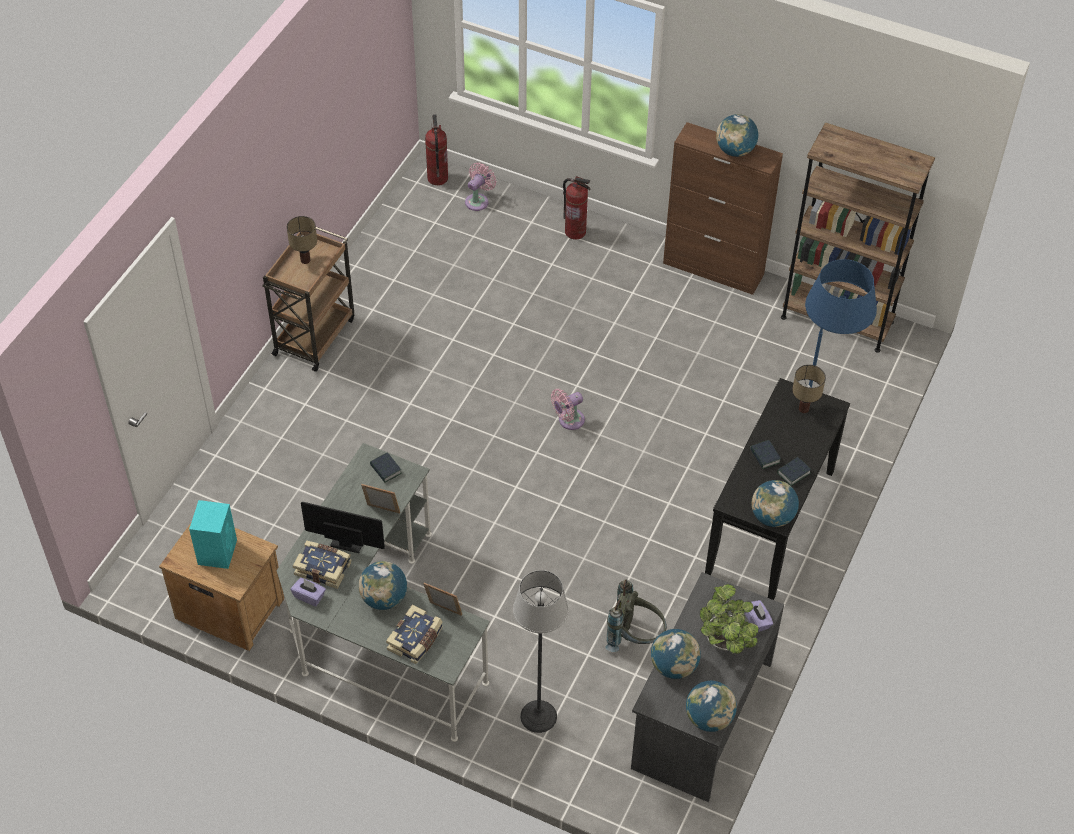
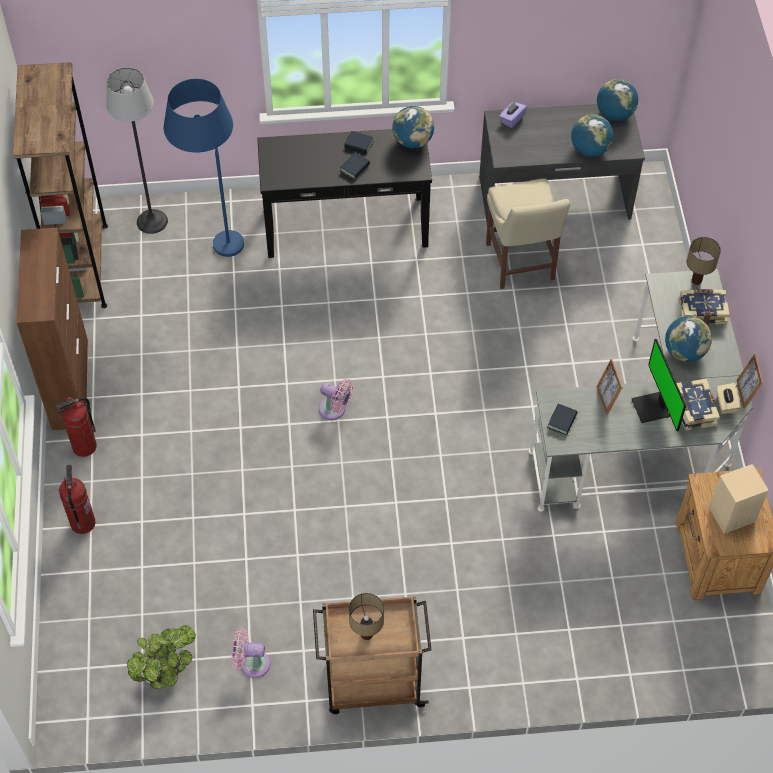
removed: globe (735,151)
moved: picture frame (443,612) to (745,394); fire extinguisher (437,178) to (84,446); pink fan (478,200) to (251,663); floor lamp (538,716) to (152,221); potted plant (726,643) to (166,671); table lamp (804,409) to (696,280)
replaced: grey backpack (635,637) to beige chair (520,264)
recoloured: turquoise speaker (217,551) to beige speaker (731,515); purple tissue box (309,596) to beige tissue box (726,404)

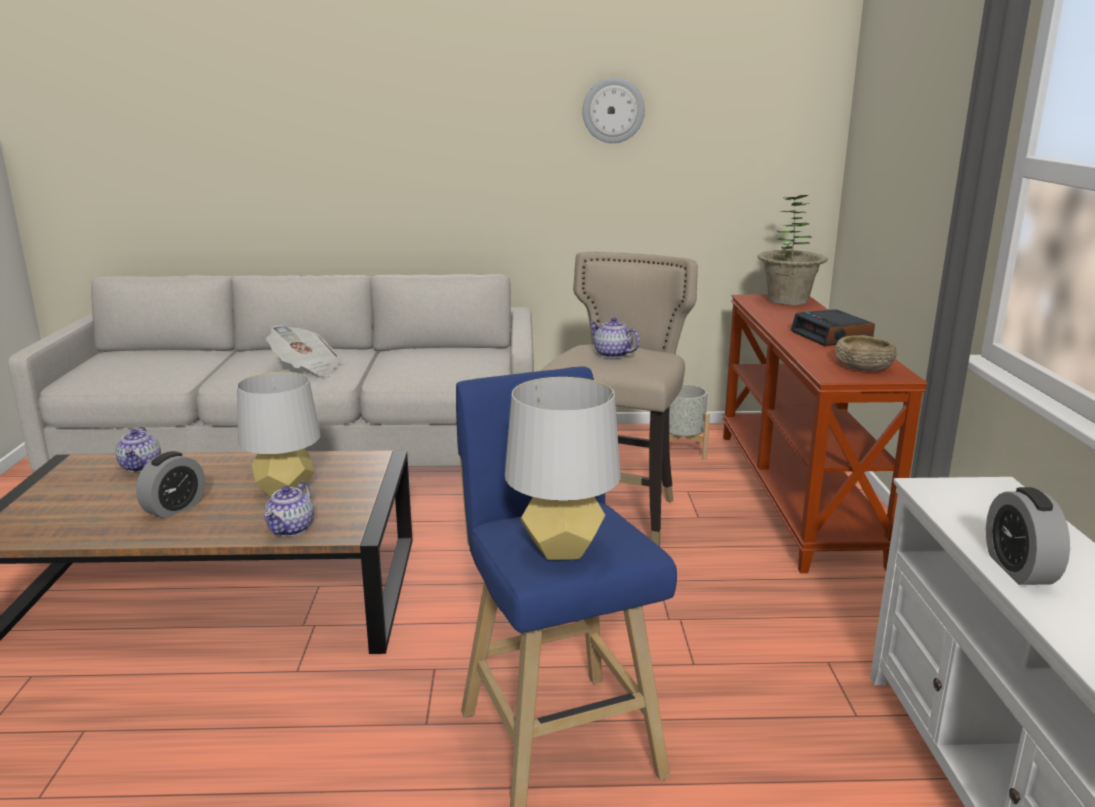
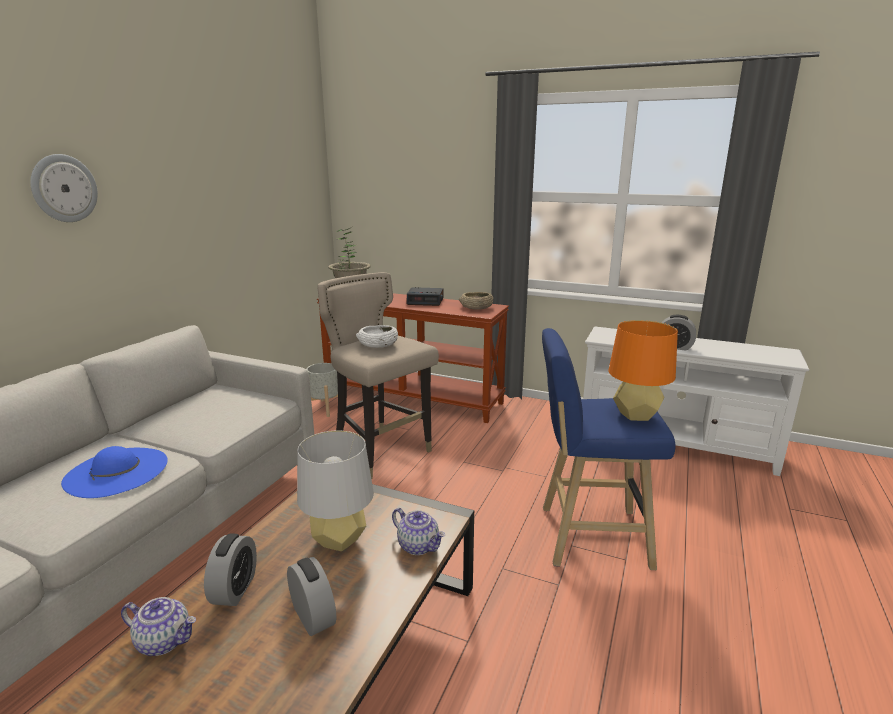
added: alarm clock (235,589)
moved: wall clock (613,110) to (64,188)
replaced: newspaper (306,369) to blue hat (116,471); teapot (612,354) to white bowl (378,344)
recoloured: grey table lamp (562,548) to orange table lamp (635,415)

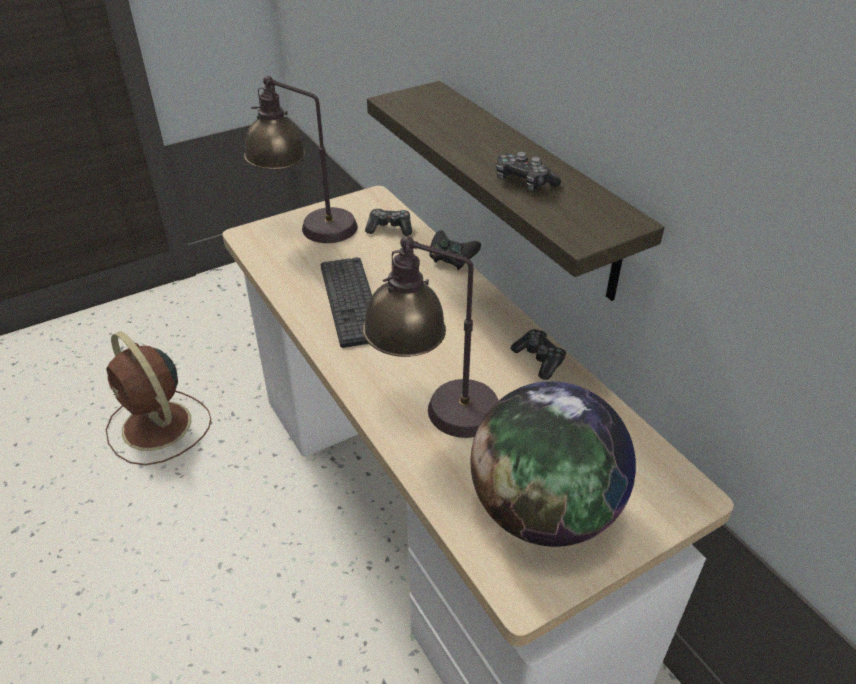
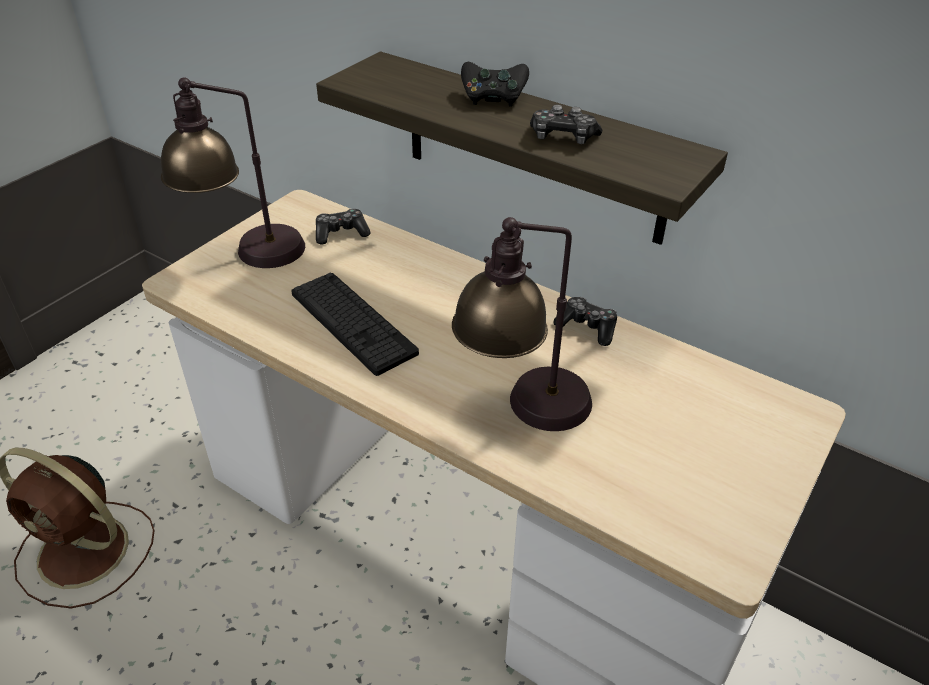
removed: globe (544,512)
moved: black game controller (452,260) to (493,98)

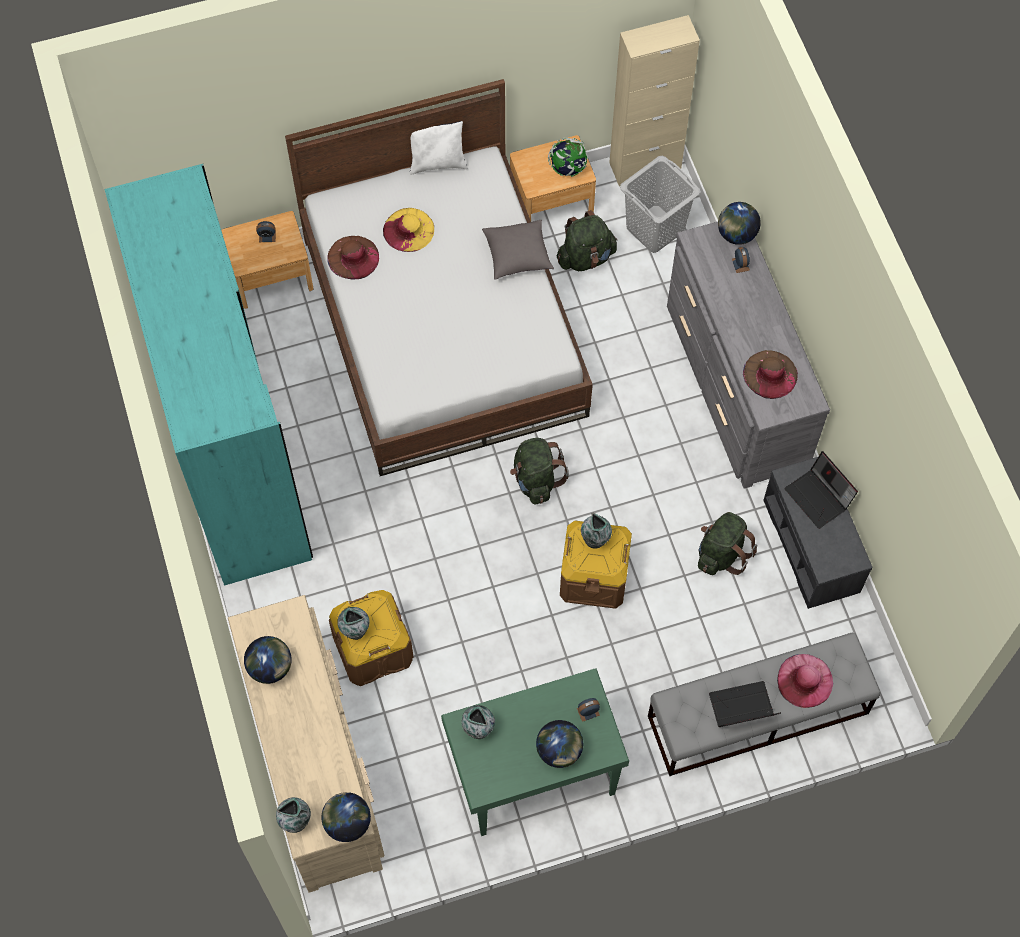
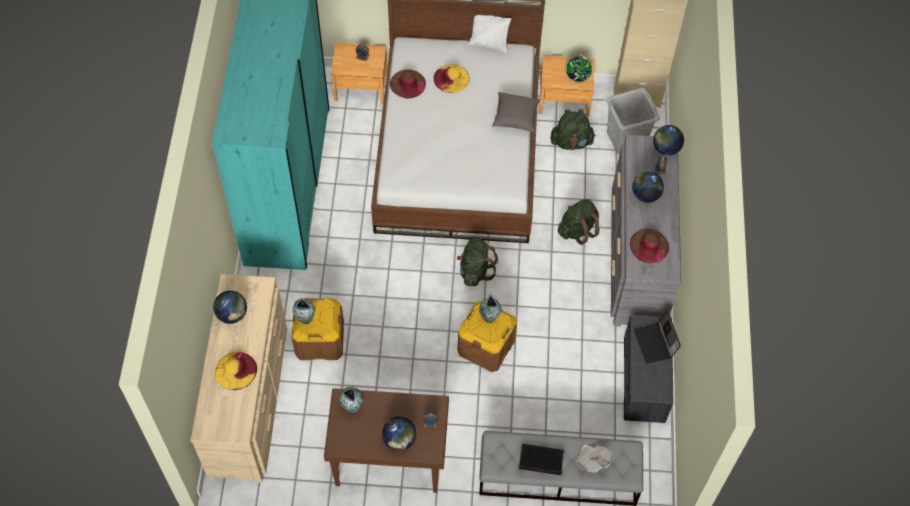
removed: vase (296,821)
added: yellow hat (236,370)
moved: globe (347,823) to (645,195); green backpack (721,553) to (577,230)
replaced: pink hat (805,680) to newspaper (592,460)
recoloured: green desk (532,771) to brown desk (388,457)

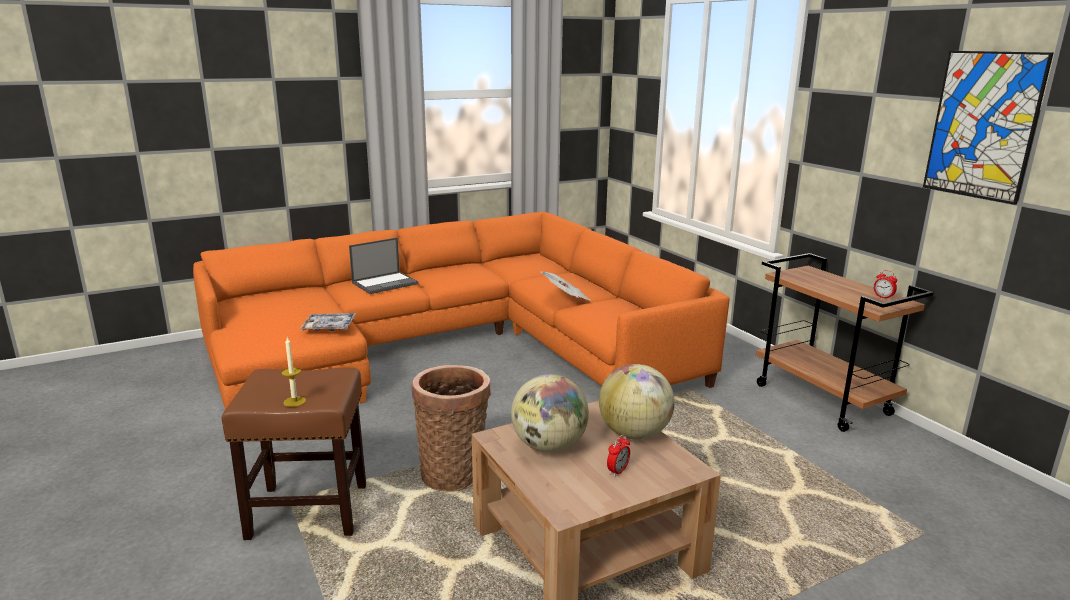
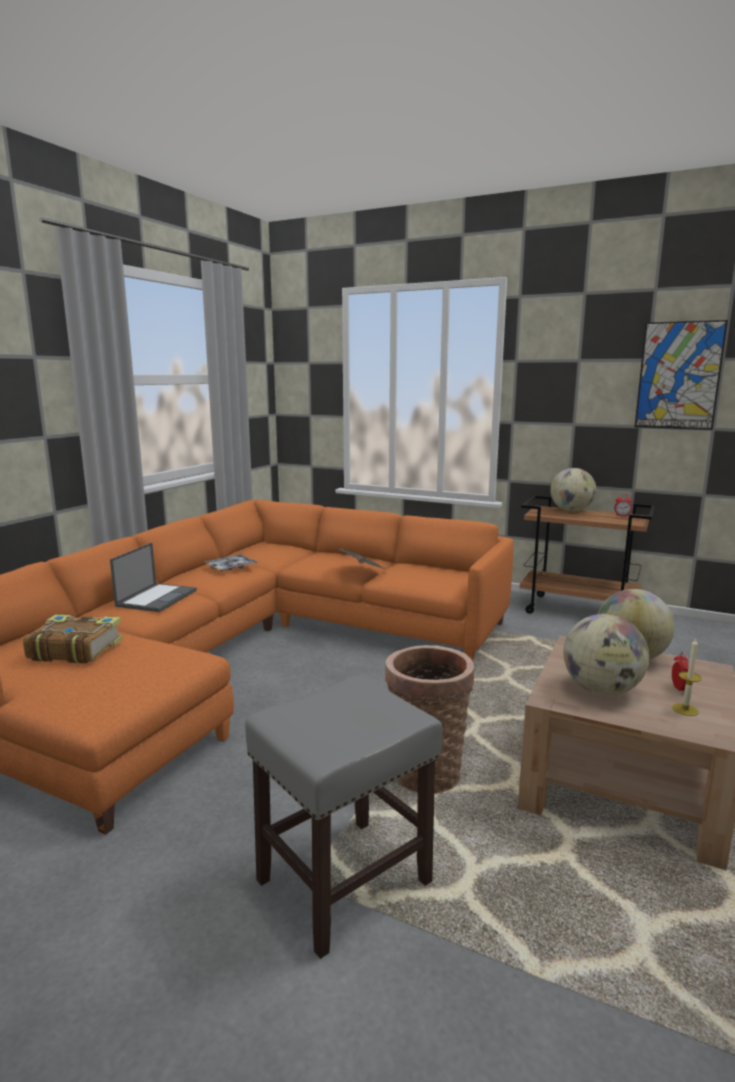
added: book (75,650); globe (571,511)
moved: candle (294,401) to (685,709); tray (329,327) to (231,567)
recoloured: brown stool (310,511) to grey stool (345,880)

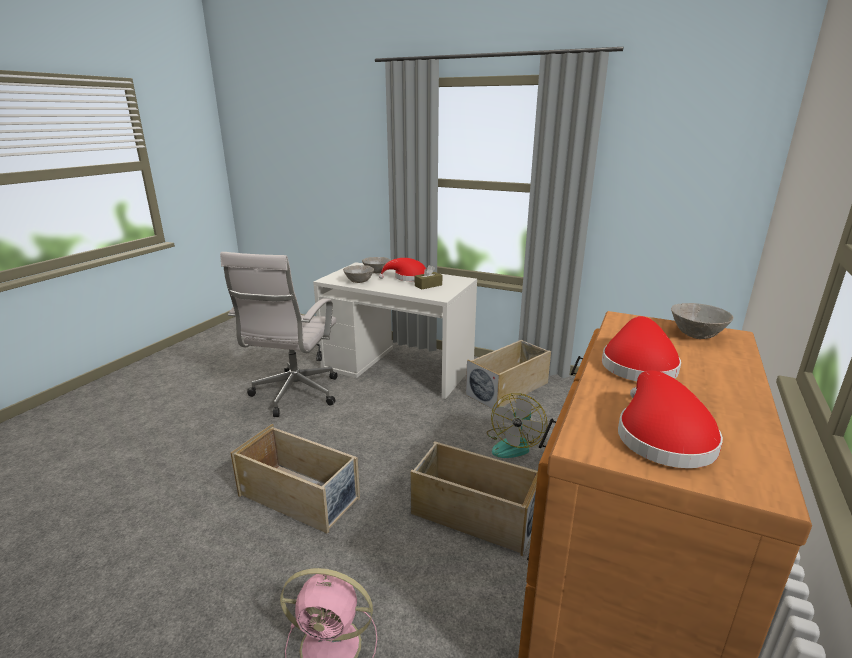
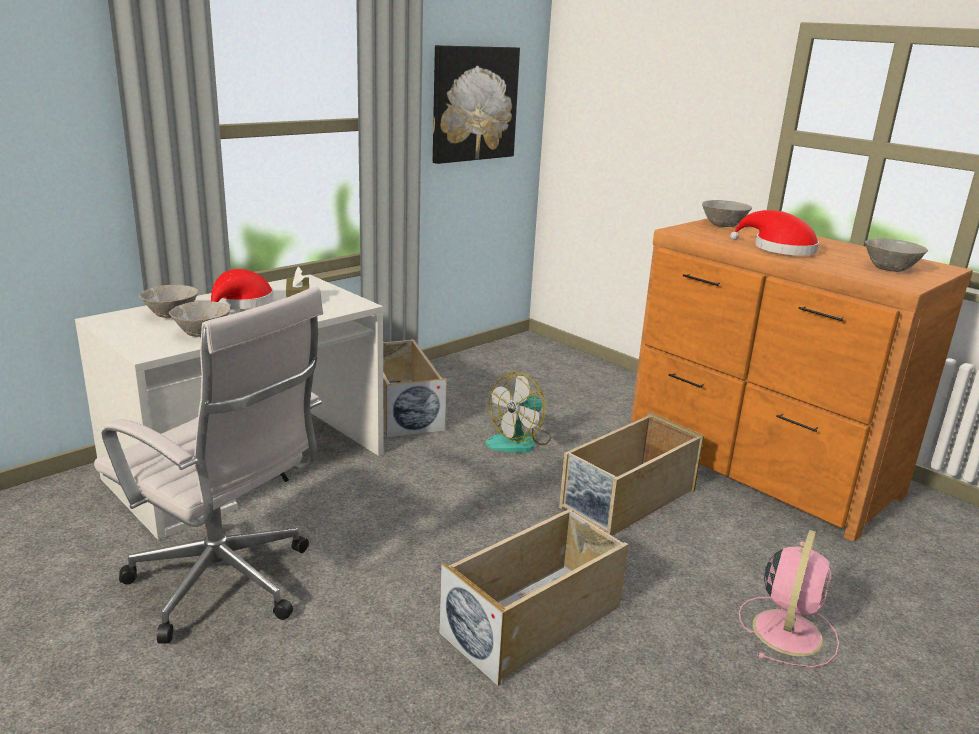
added: picture (474,104)
replaced: red hat (661,436) to grey bowl (890,269)
turned: fan (513,444) = (519,441) 90 degrees clockwise

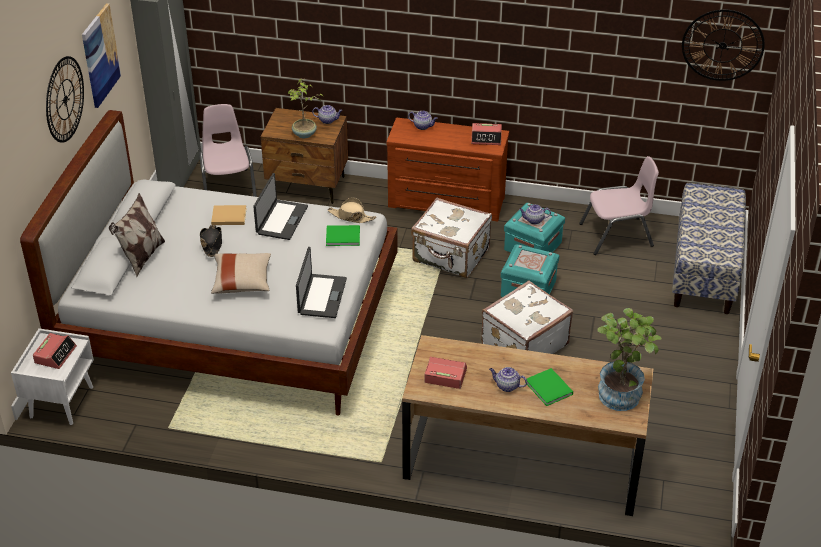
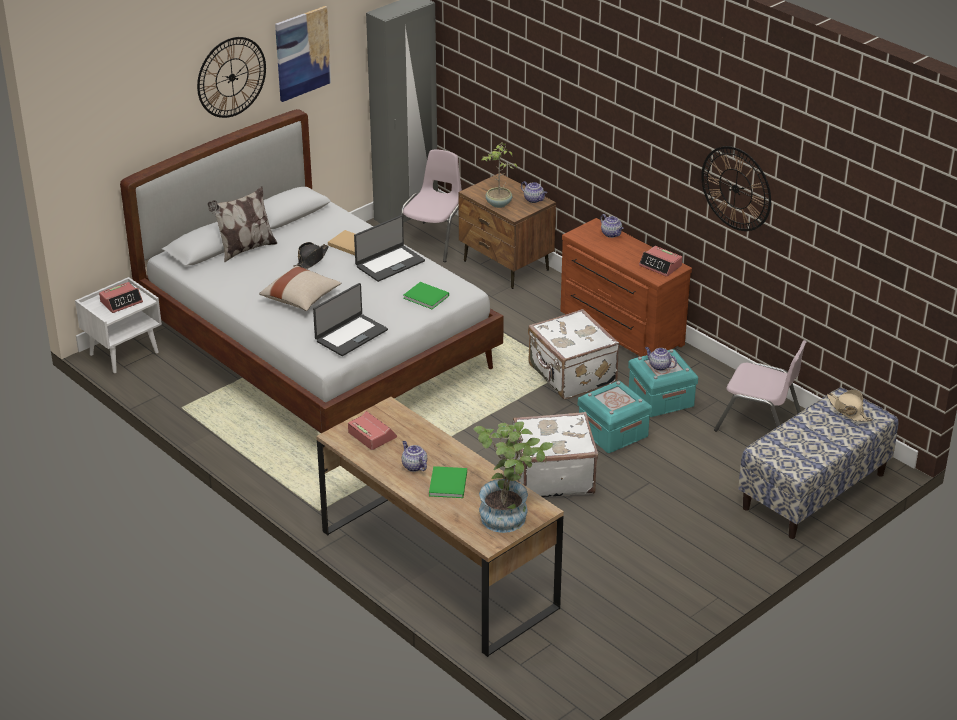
moved: beige hat (351,217) to (848,410); wall clock (722,45) to (736,188)

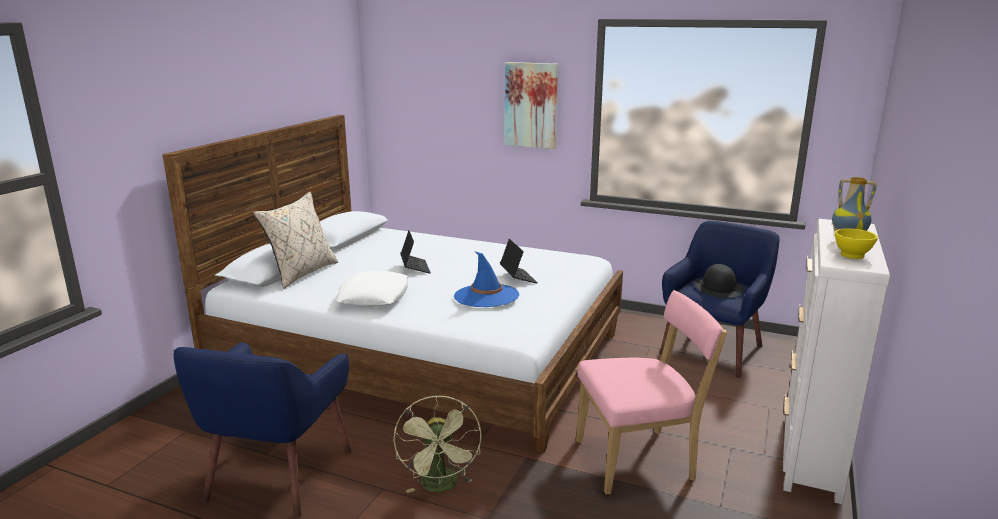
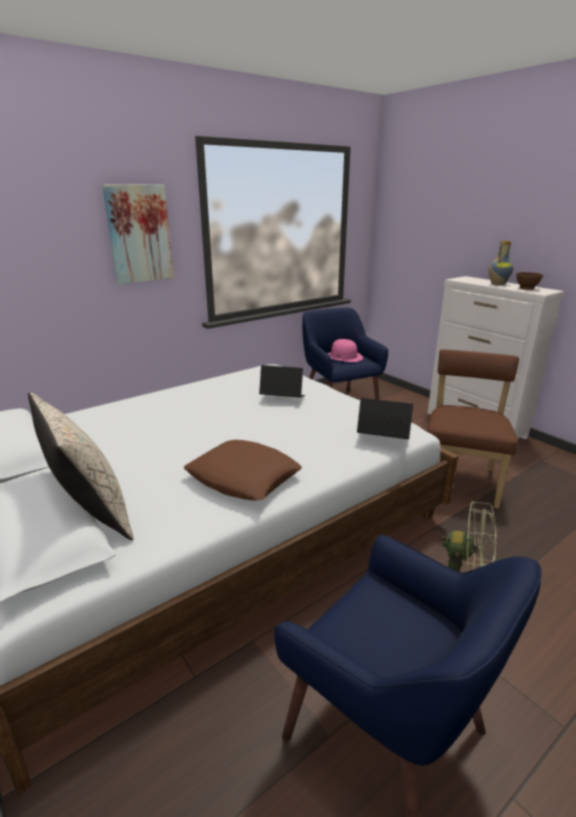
removed: blue hat (486,296)
moved: laptop (415,267) to (383,438)
recoloured: white pillow (374,296) to brown pillow (243,477); pink chair (640,460) to brown chair (459,480); black hat (719,288) to pink hat (344,356); yellow bowl (853,255) to brown bowl (527,288)

